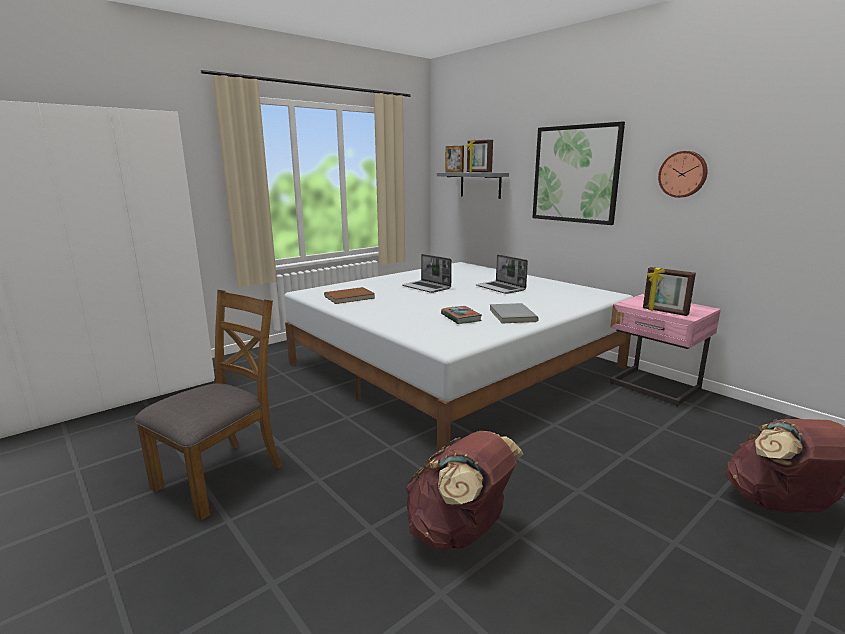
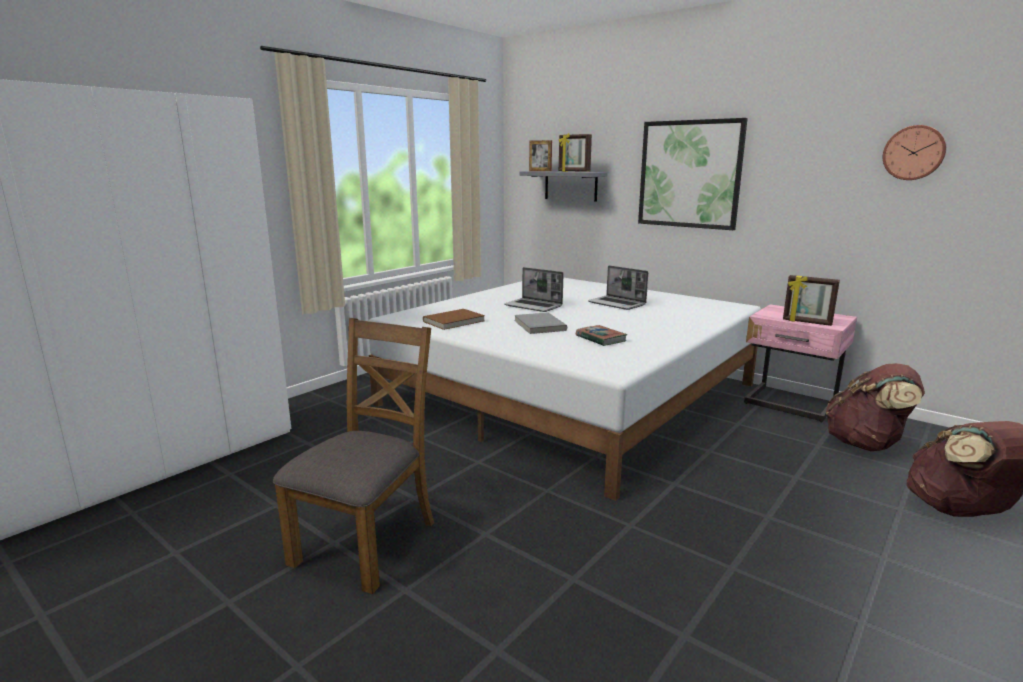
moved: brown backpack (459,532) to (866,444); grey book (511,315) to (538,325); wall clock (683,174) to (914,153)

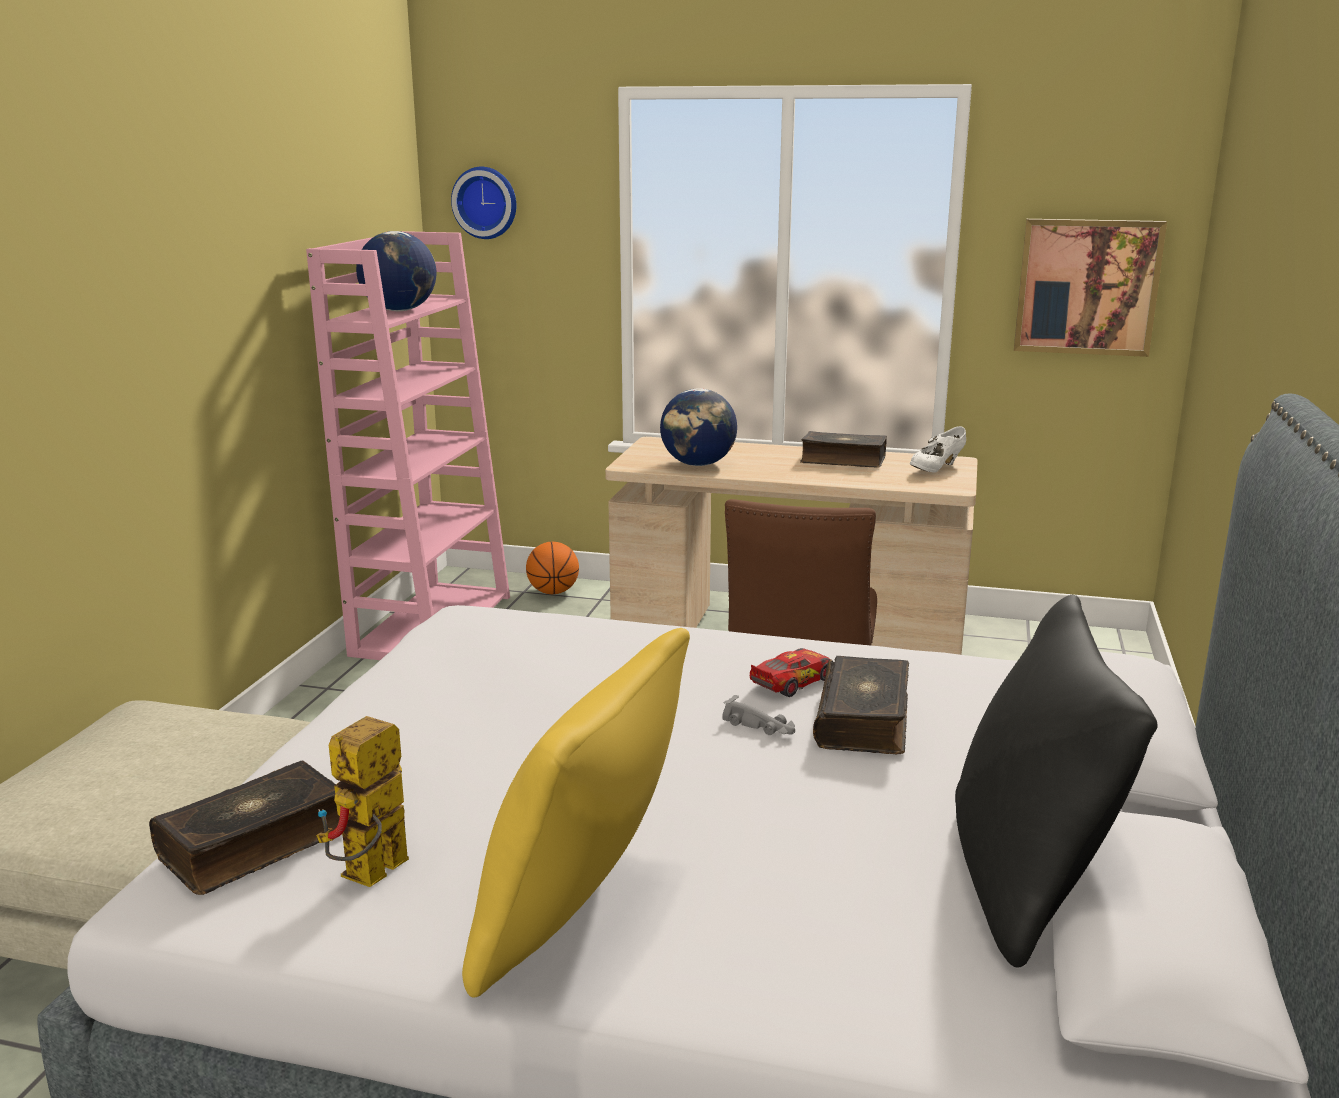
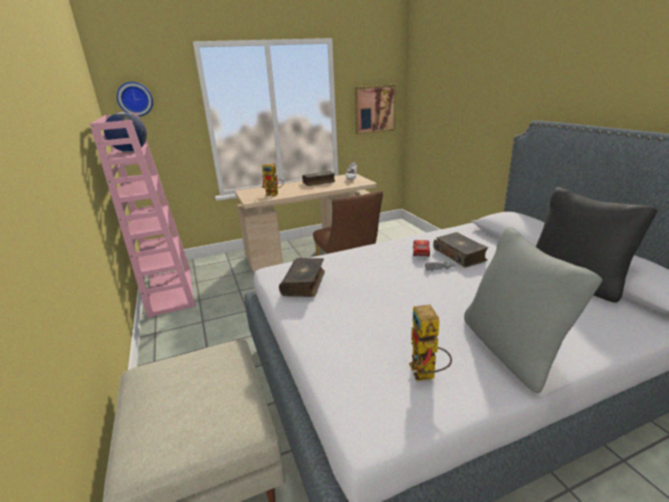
removed: basketball (553,592)
moved: book (254,844) to (304,283)
replaced: globe (698,464) to toy robot (275,194)
recoloured: yellow pillow (582,921) to grey pillow (511,350)

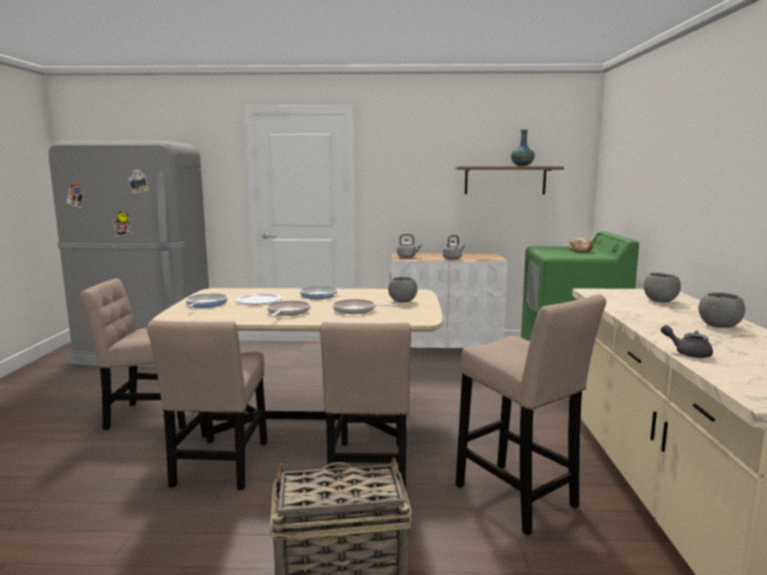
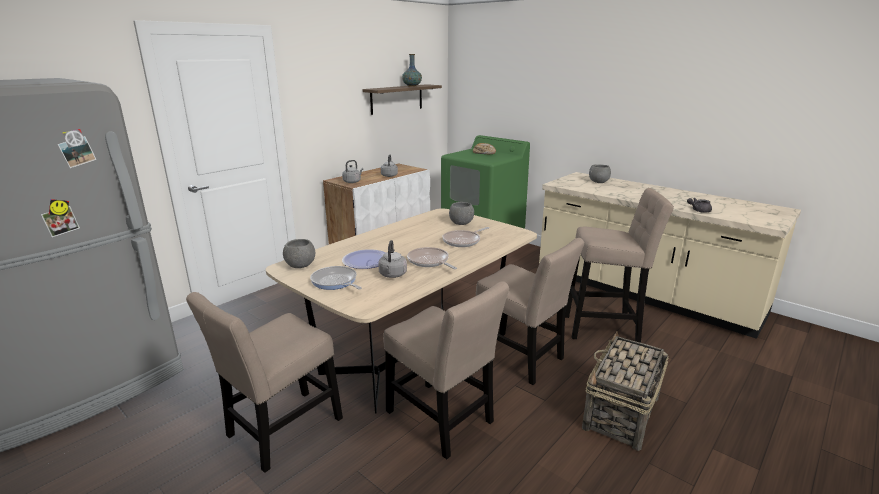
removed: frying pan (319,295)
added: grey kettle (392,275)
moved: grey bowl (719,326) to (301,265)

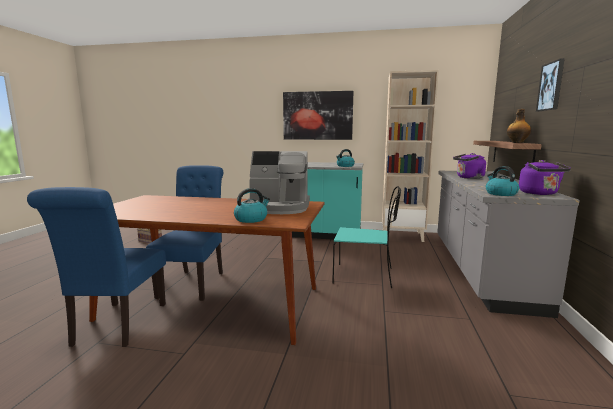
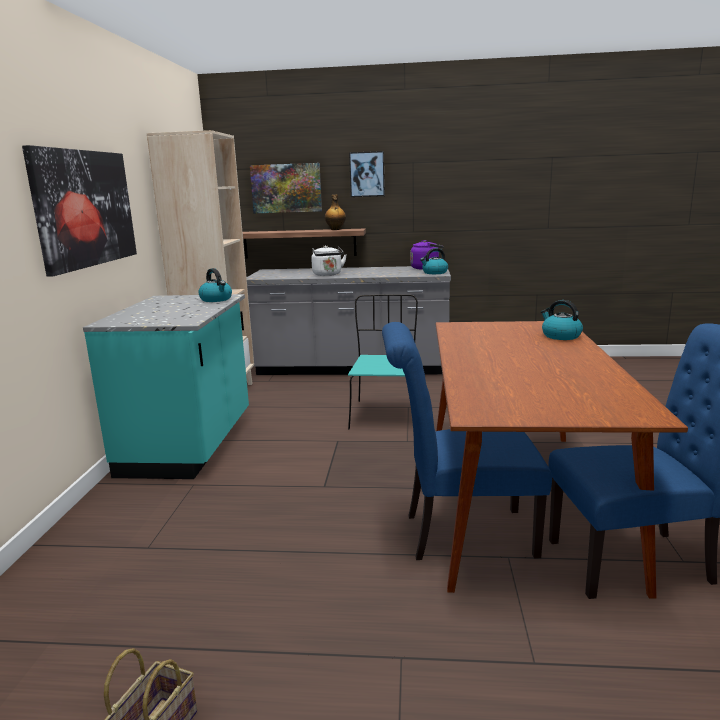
removed: coffee machine (279,207)
added: picture (286,188)
recoloured: purple kettle (468,178) to white kettle (328,274)

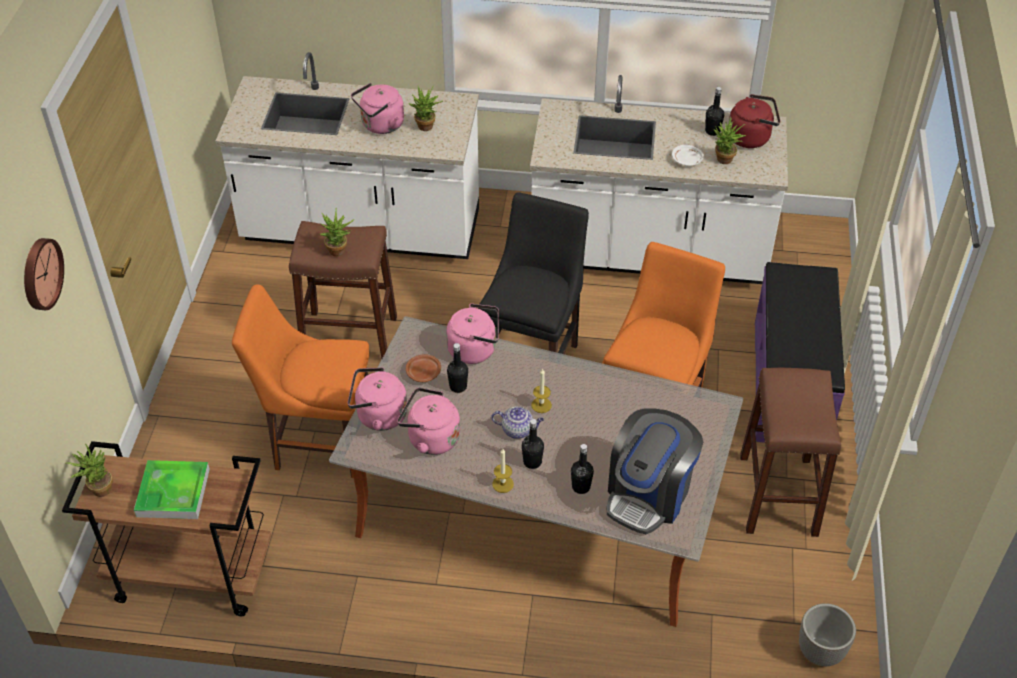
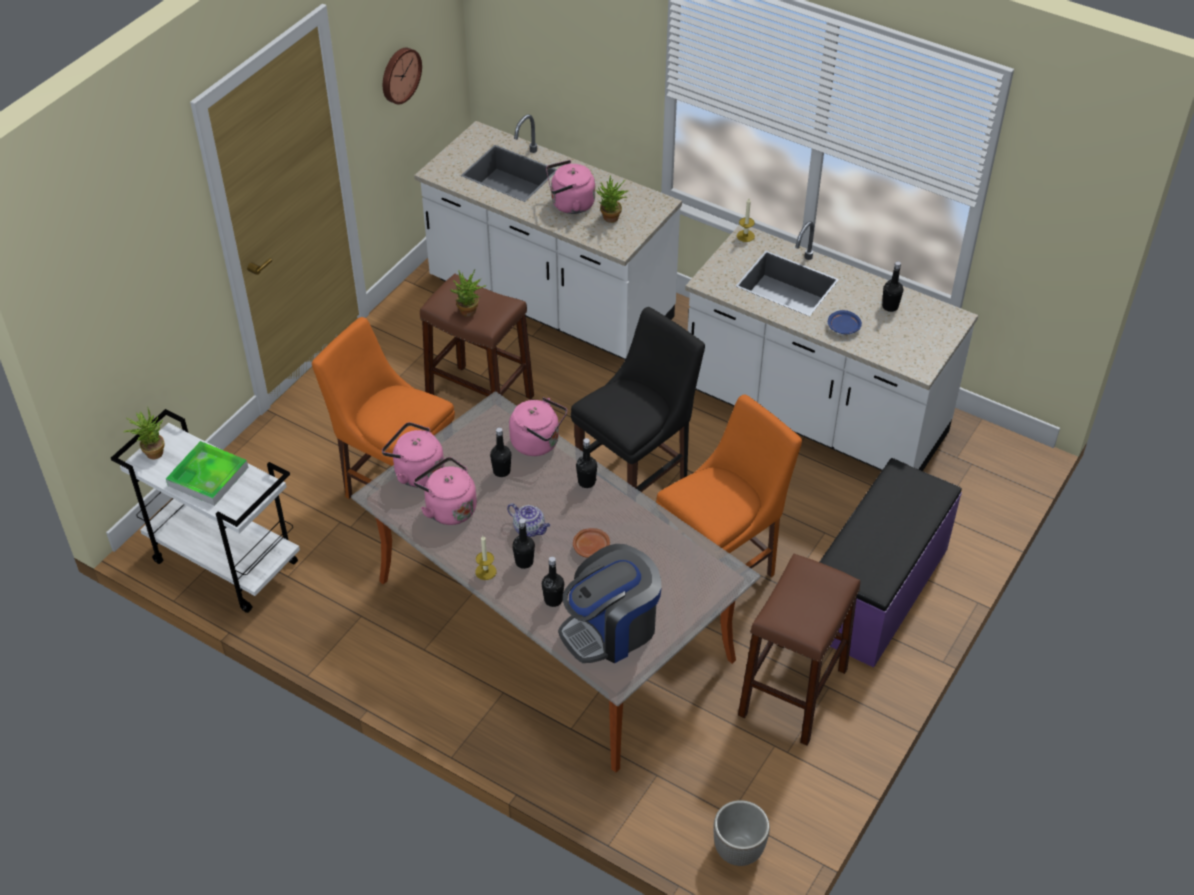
removed: potted plant (724,161); red kettle (751,137)
added: black bottle (586,482)
moved: wall clock (40,273) to (399,75); brown plate (423,372) to (591,547); candle (541,405) to (745,236)
recoloured: brown cart (190,576) to white cart (224,562); white plate (687,160) to blue plate (843,327)

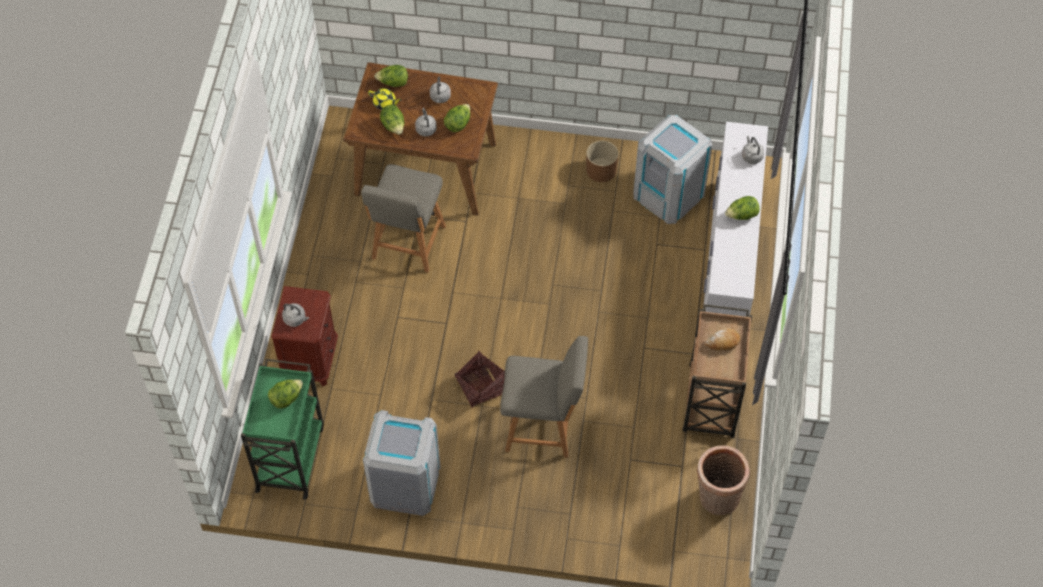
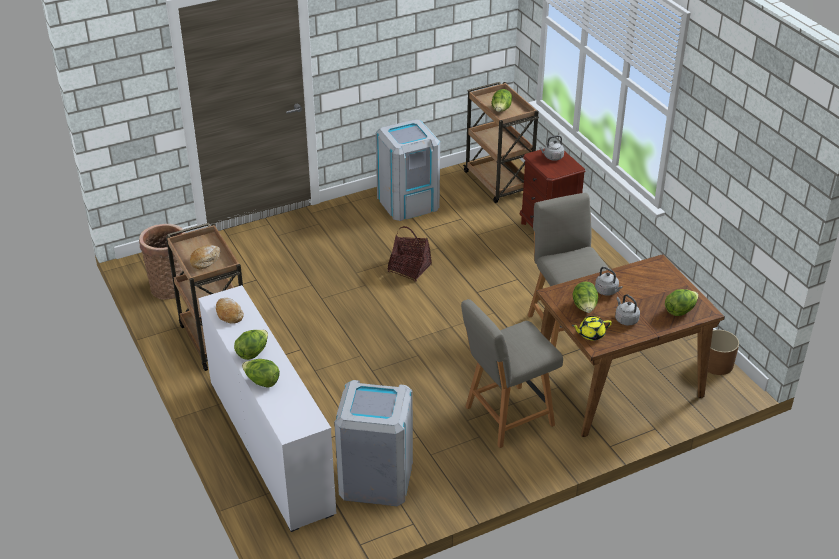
removed: grey kettle (751,156)
added: bread (229,314)
moved: yellow teapot (385,103) to (591,334); lettuce (393,126) to (262,381); grey chair (543,426) to (506,417); brown planter (601,170) to (716,364)
recoloured: green cart (290,456) to brown cart (499,183)

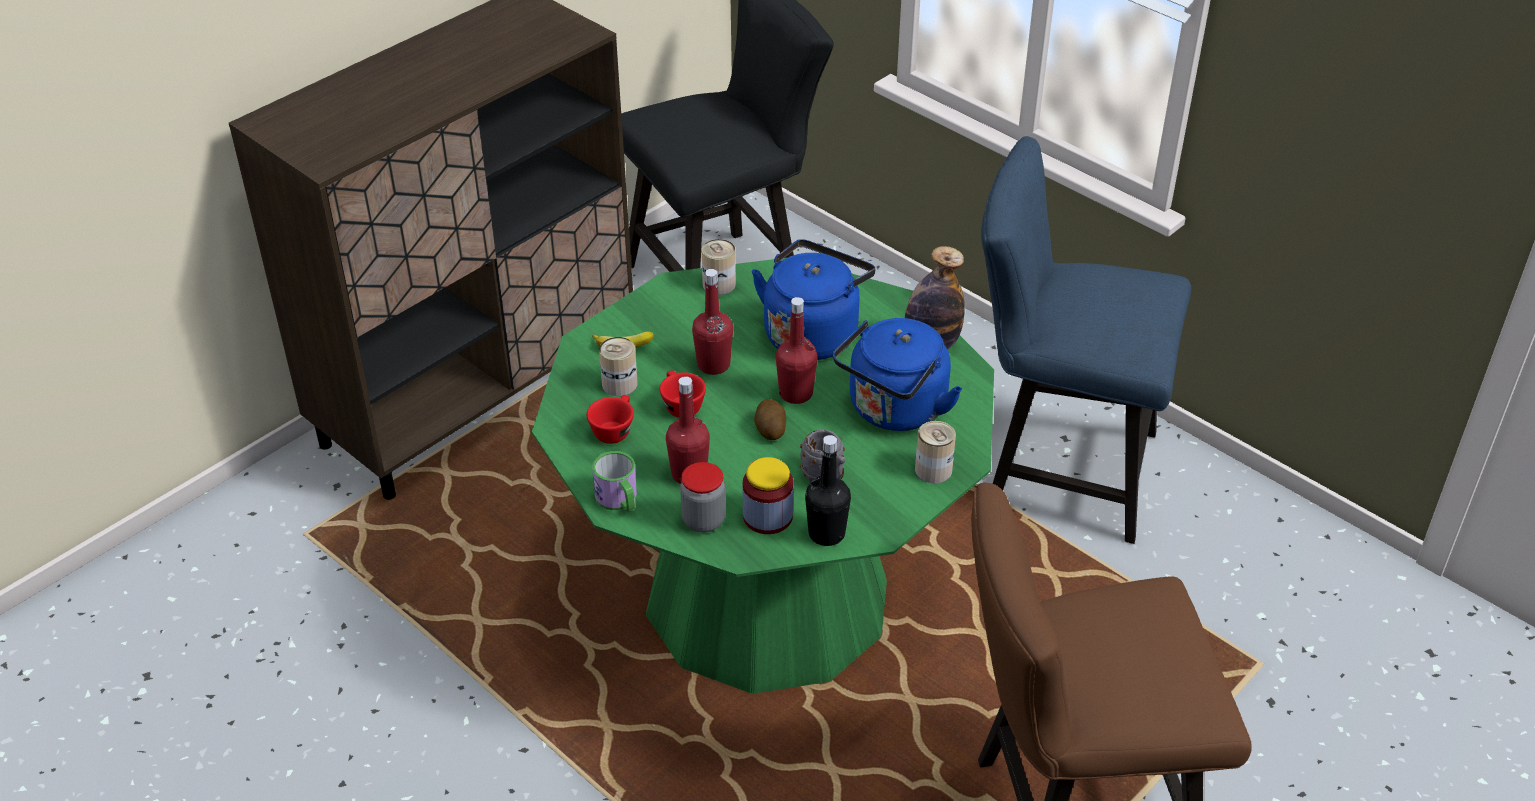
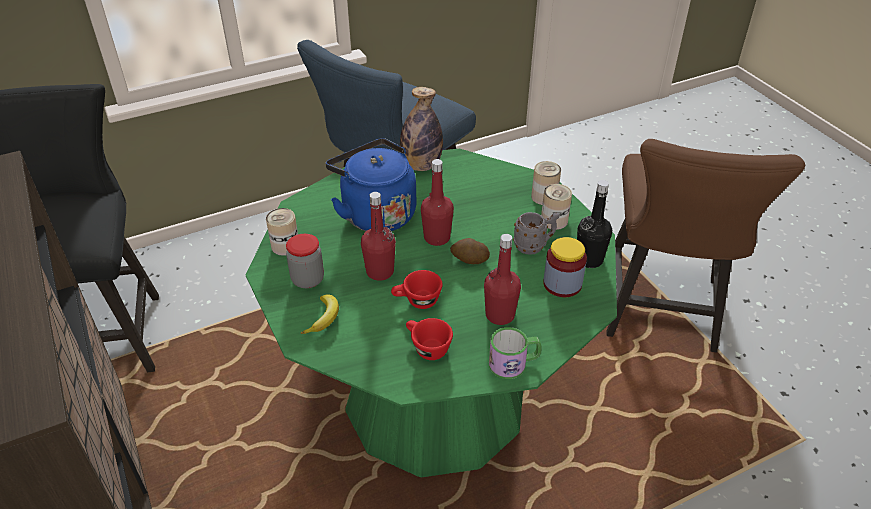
removed: blue kettle (894,411)
moved: can (619,384) to (554,220); jar (703,521) to (307,279)

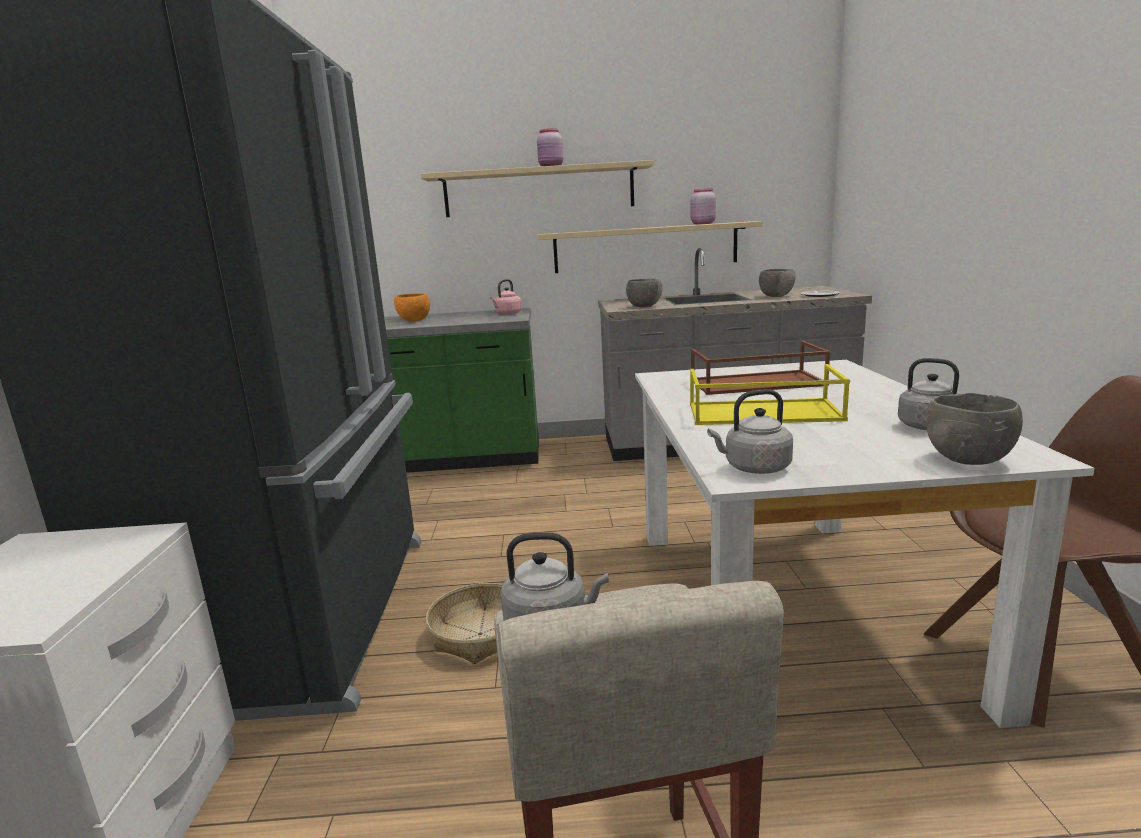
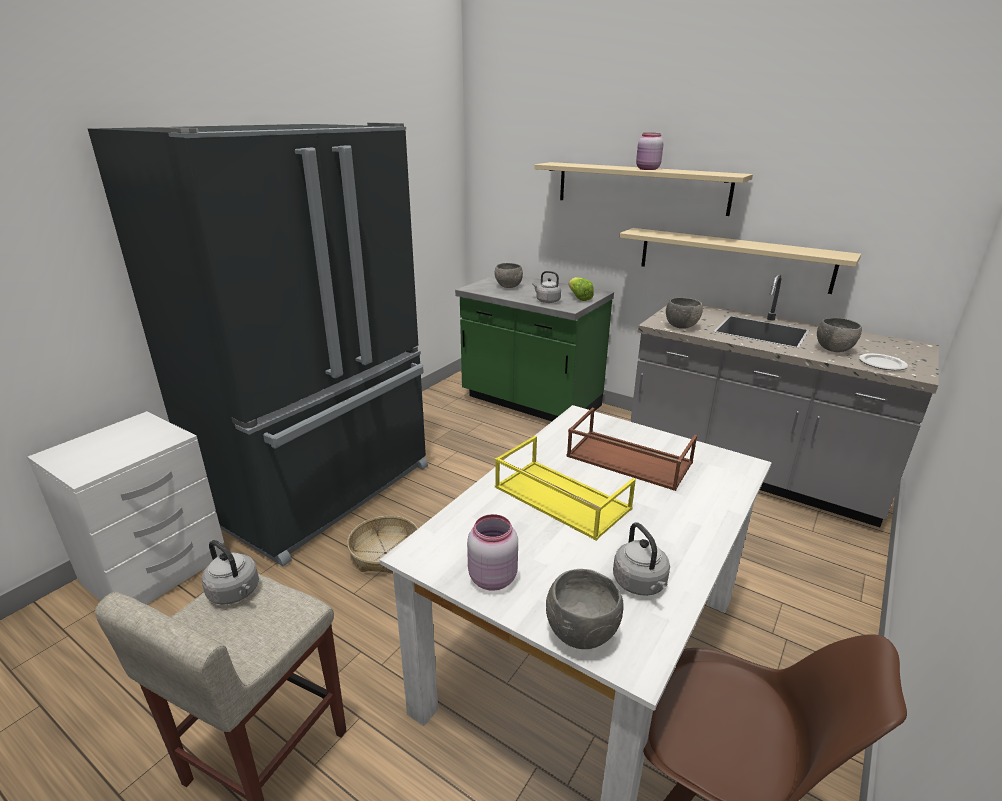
moved: pink jar (702,224) to (491,577); grey kettle (754,468) to (546,301)
replaced: pink kettle (507,314) to lettuce (579,298)
recoloured: orange bowl (414,320) to grey bowl (508,287)

